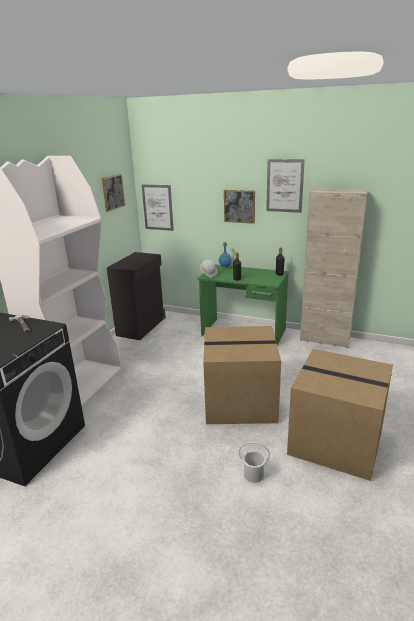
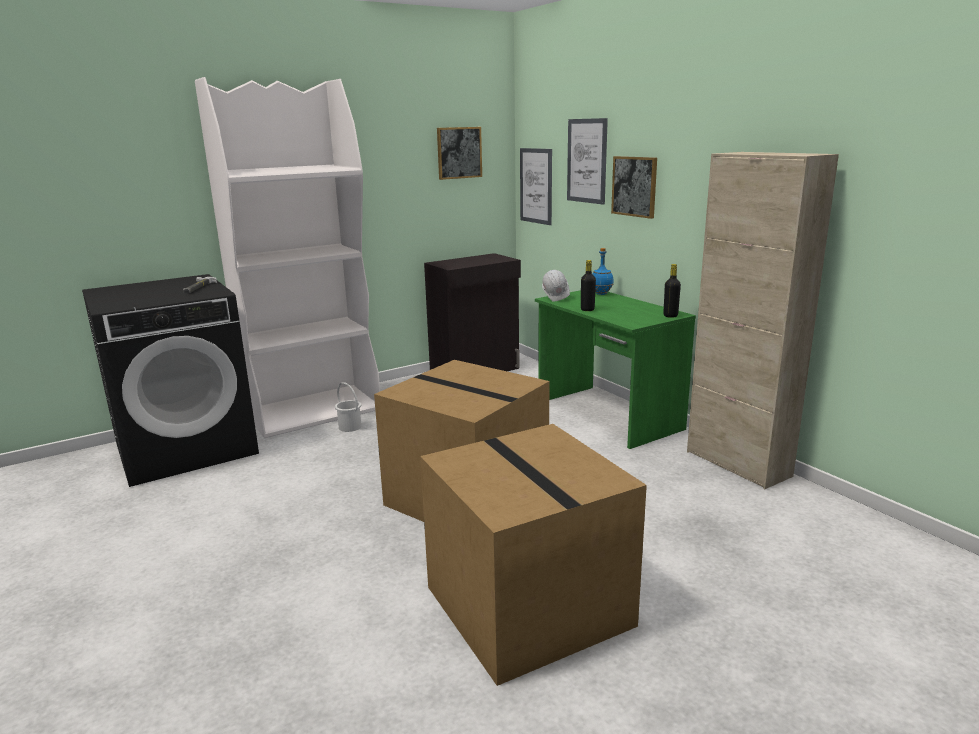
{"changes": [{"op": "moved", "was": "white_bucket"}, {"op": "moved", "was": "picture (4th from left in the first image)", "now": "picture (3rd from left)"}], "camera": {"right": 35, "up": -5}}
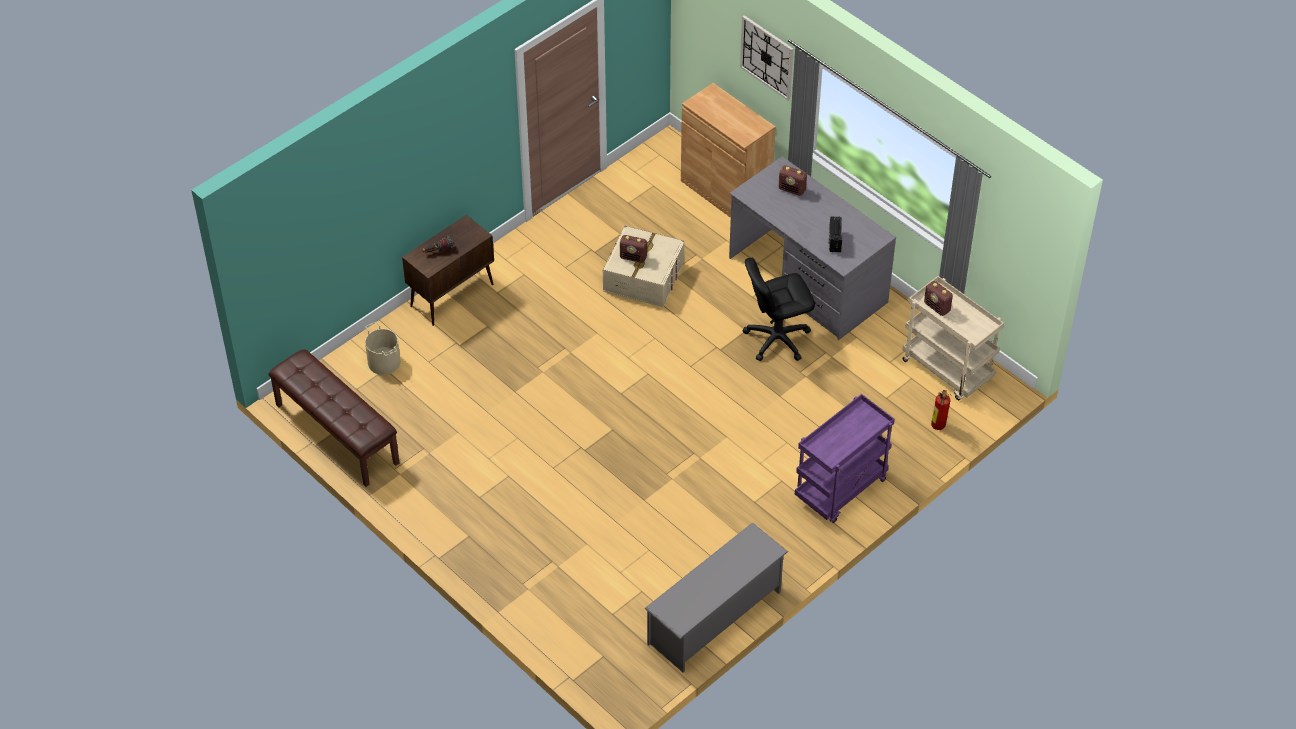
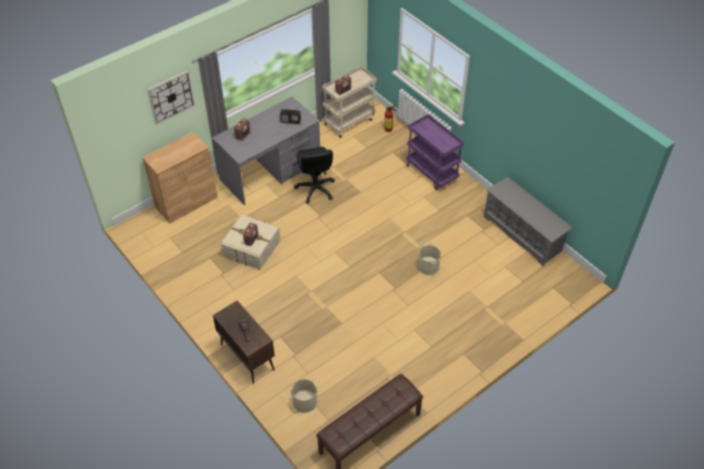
{"changes": [{"op": "added", "now": "beige_bucket (2nd from left)"}], "camera": {"right": -85, "up": 0}}
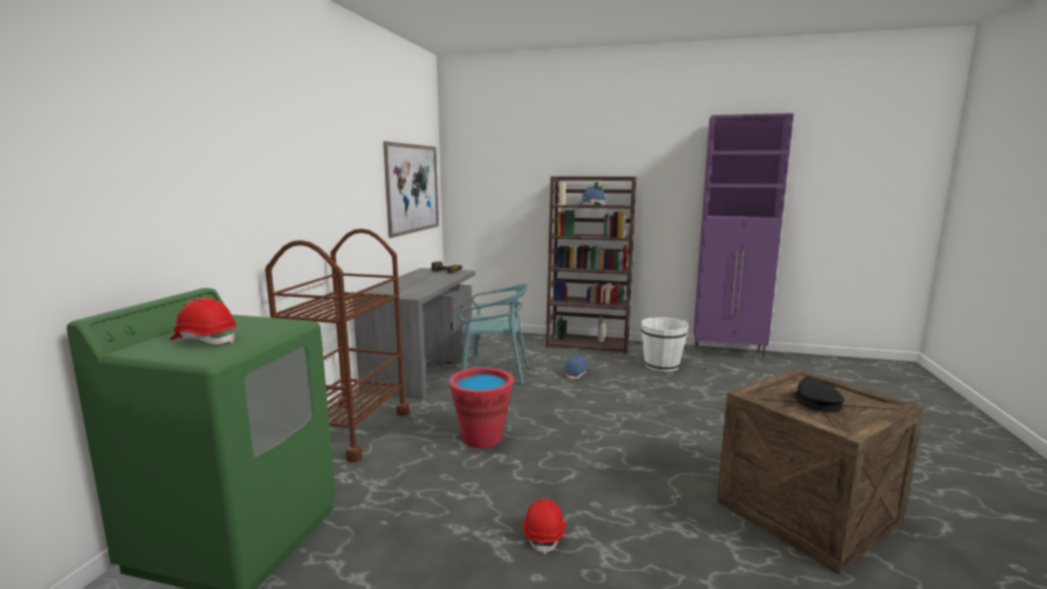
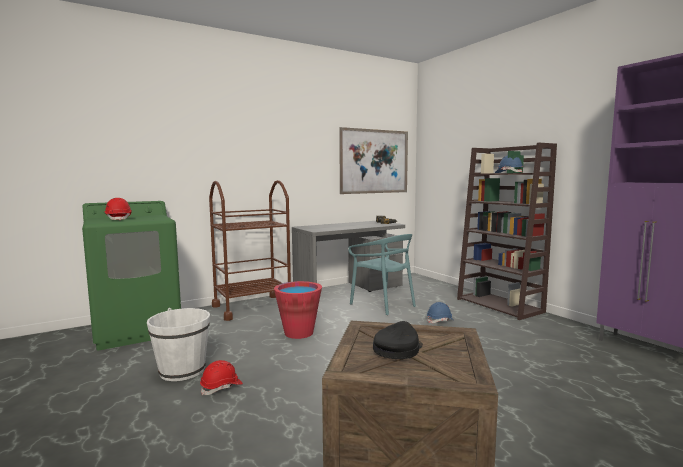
{"changes": [{"op": "moved", "was": "white_bucket"}], "camera": {"right": 45, "up": -5}}
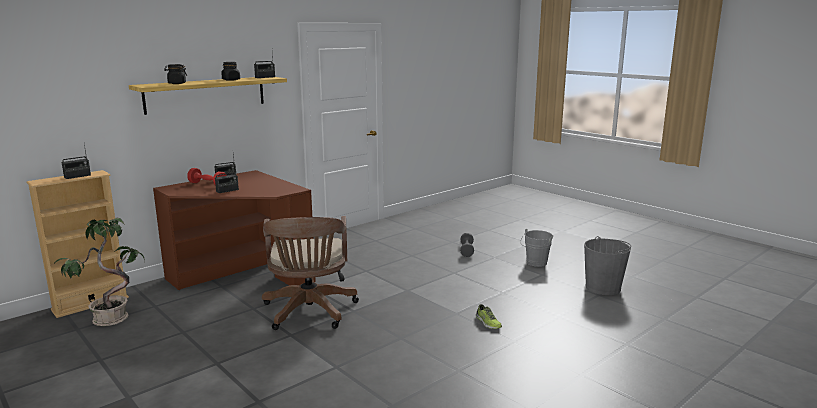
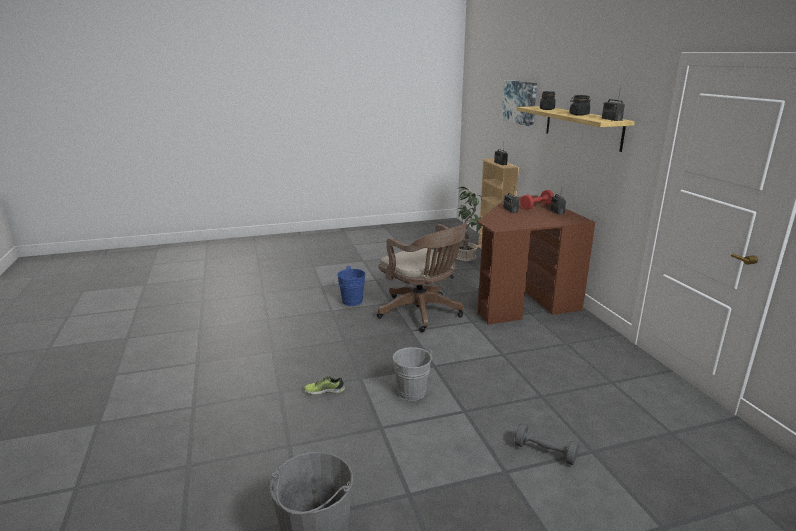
{"changes": [{"op": "turned", "was": "brown_office_chair", "clockwise": -150}, {"op": "moved", "was": "grey_bucket (1st from left in the first image)", "now": "grey_bucket (2nd from left)"}, {"op": "added", "now": "blue_bucket"}, {"op": "added", "now": "picture"}], "camera": {"right": 115, "up": 5}}
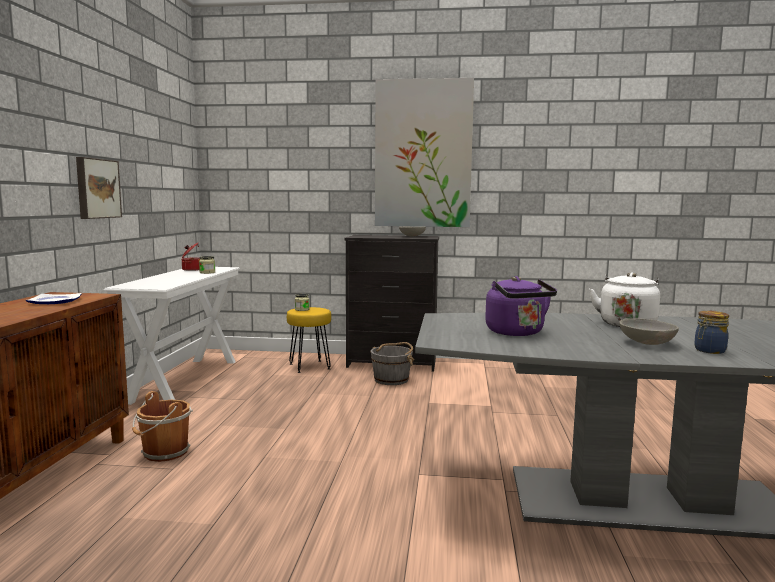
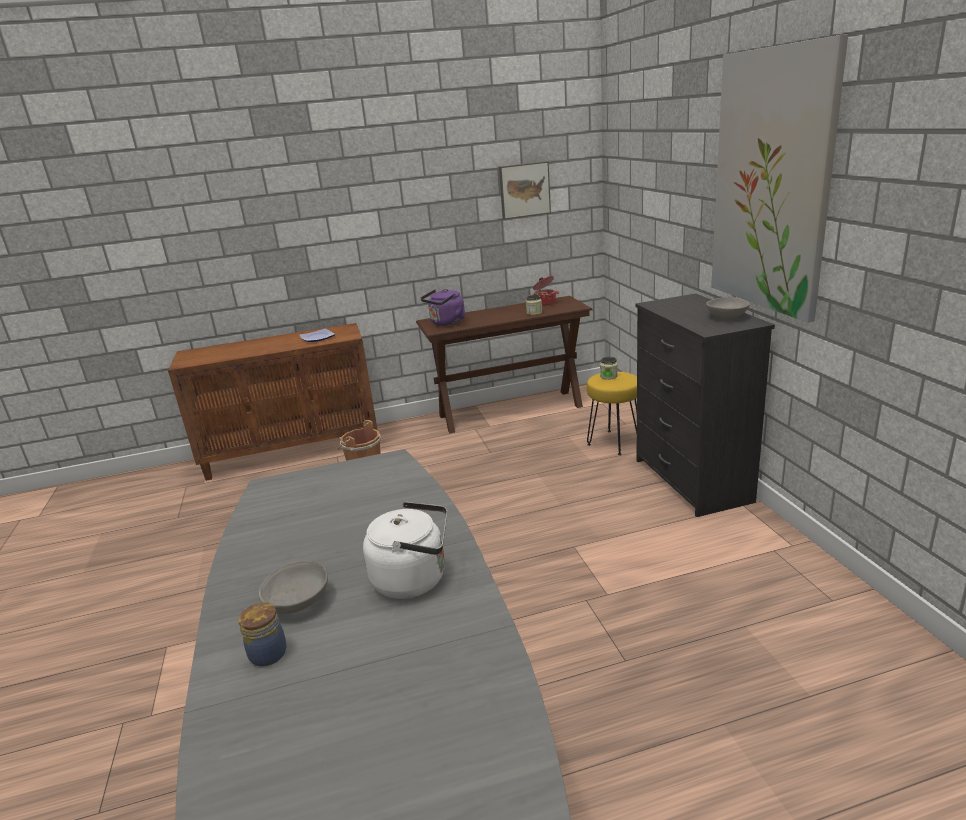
{"changes": [{"op": "moved", "was": "picture (1st from left)"}, {"op": "recoloured", "was": "white_console_table", "now": "brown_console_table"}, {"op": "removed", "was": "grey_bucket"}, {"op": "moved", "was": "purple_kettle"}], "camera": {"right": 70, "up": 15}}
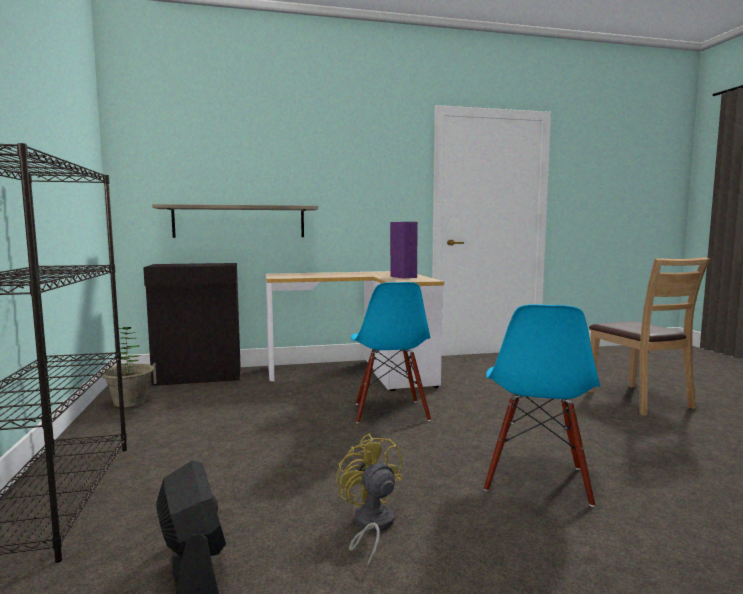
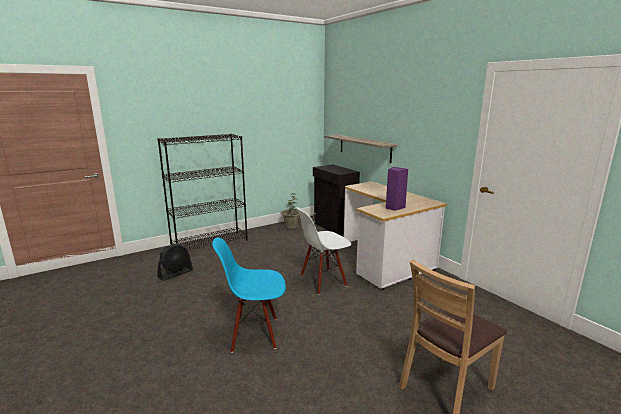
{"changes": [{"op": "removed", "was": "yellow_fan"}, {"op": "recoloured", "was": "blue_chair (1st from left)", "now": "white_chair"}], "camera": {"right": 70, "up": 10}}
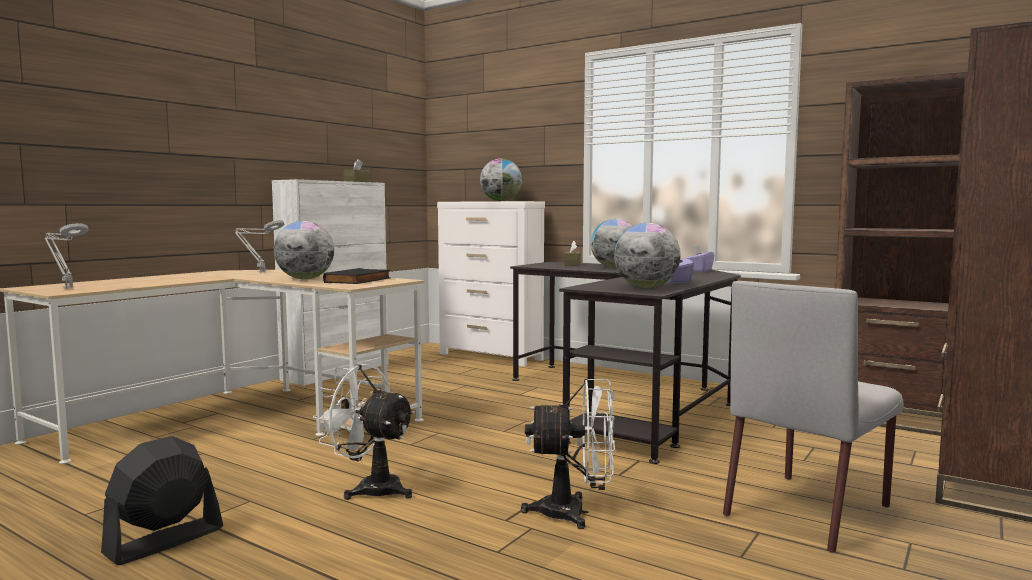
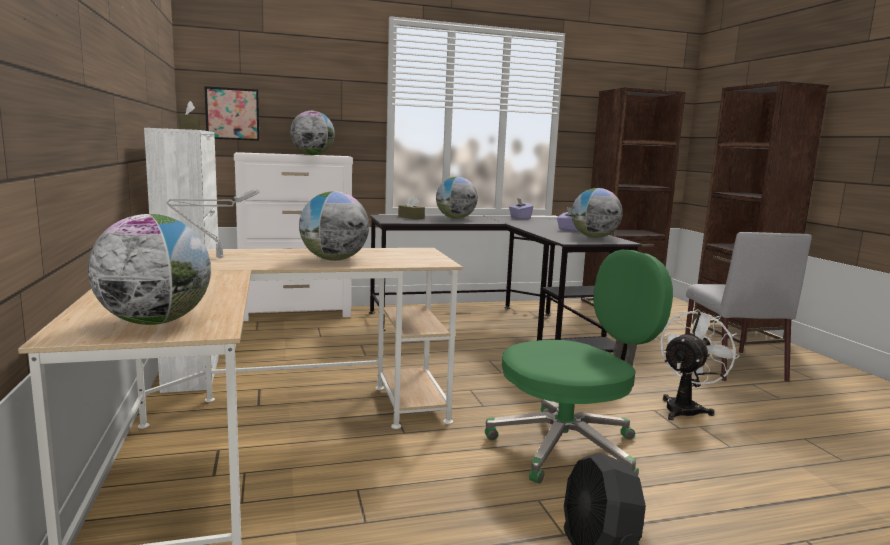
{"changes": [{"op": "replaced", "was": "grey_table_lamp (1st from left)", "now": "globe (1st from left)"}, {"op": "replaced", "was": "white_fan (1st from left)", "now": "green_office_chair"}, {"op": "removed", "was": "black_book"}, {"op": "added", "now": "picture"}], "camera": {"right": -50, "up": 5}}
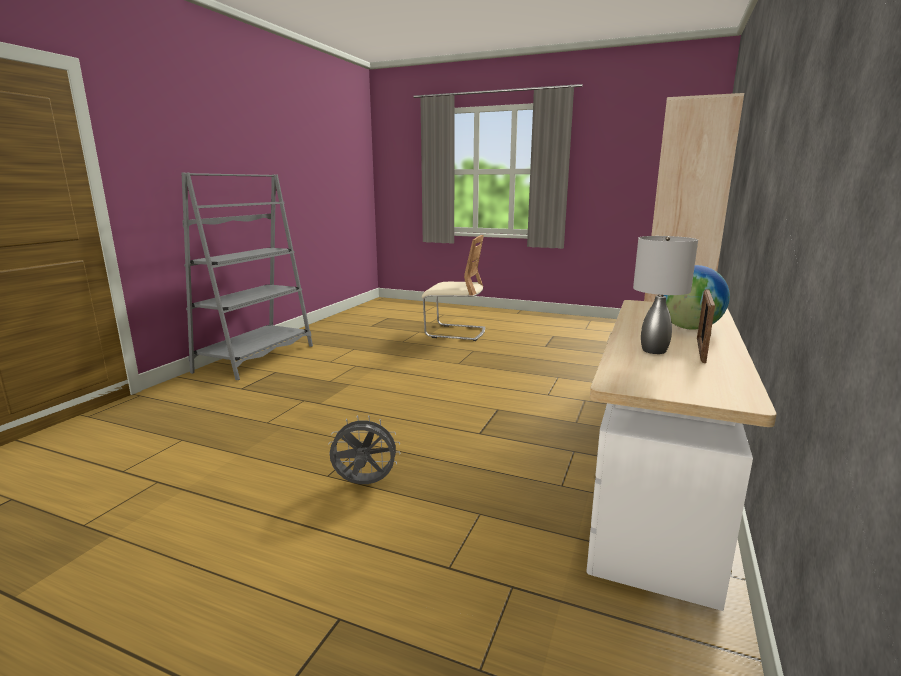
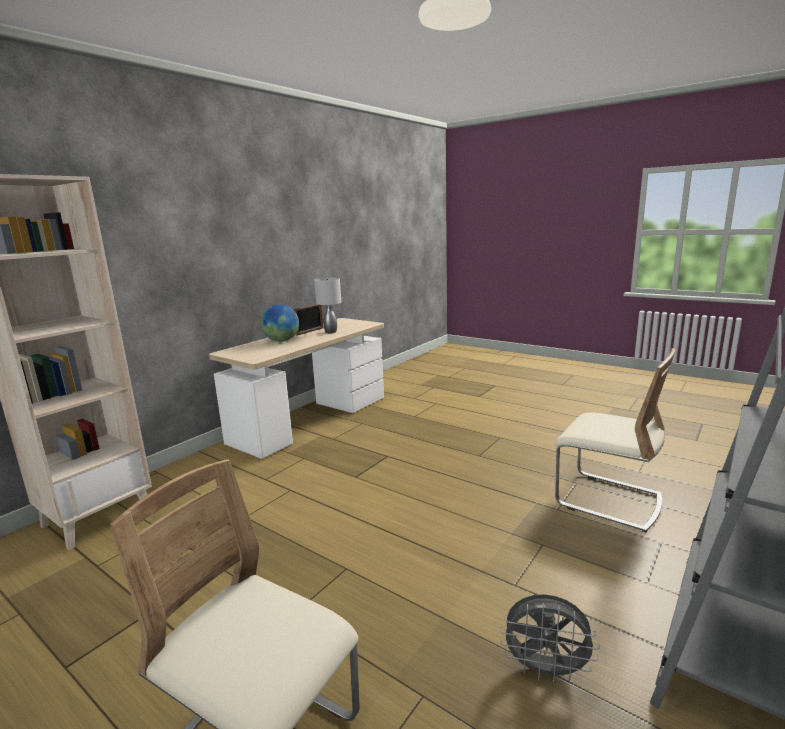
{"changes": [{"op": "moved", "was": "grey_fan"}, {"op": "added", "now": "beige_chair (2nd from left)"}], "camera": {"right": -165, "up": 0}}
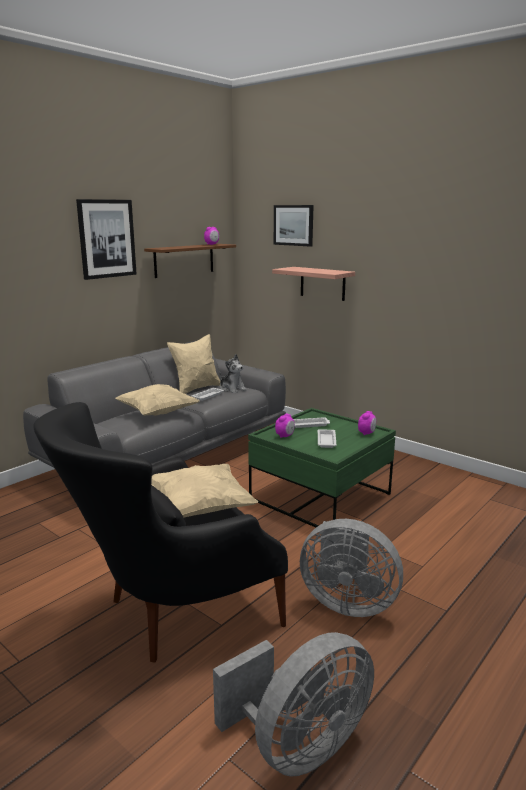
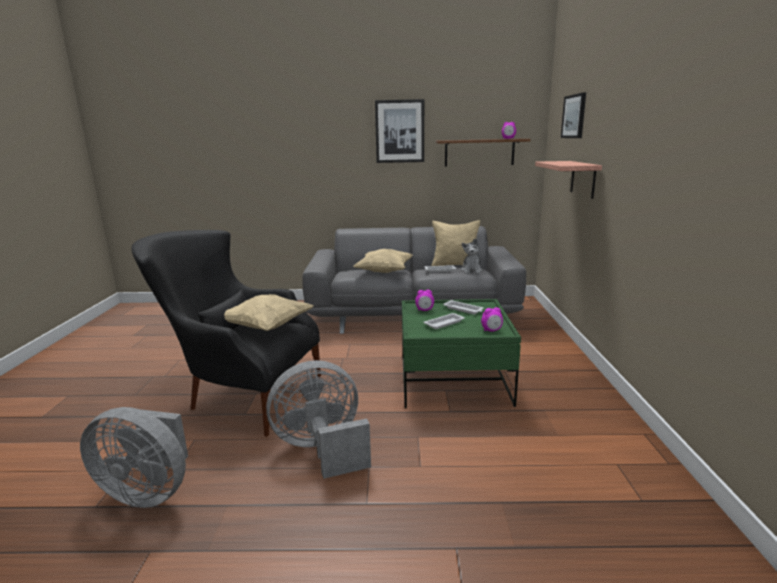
{"changes": [{"op": "turned", "was": "grey_fan (2nd from left)", "clockwise": 90}], "camera": {"right": 50, "up": 0}}
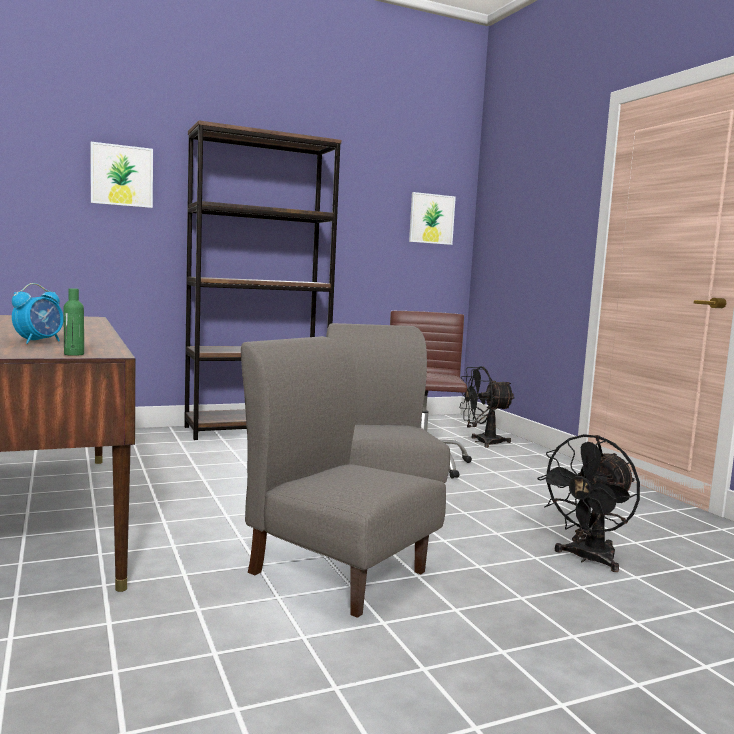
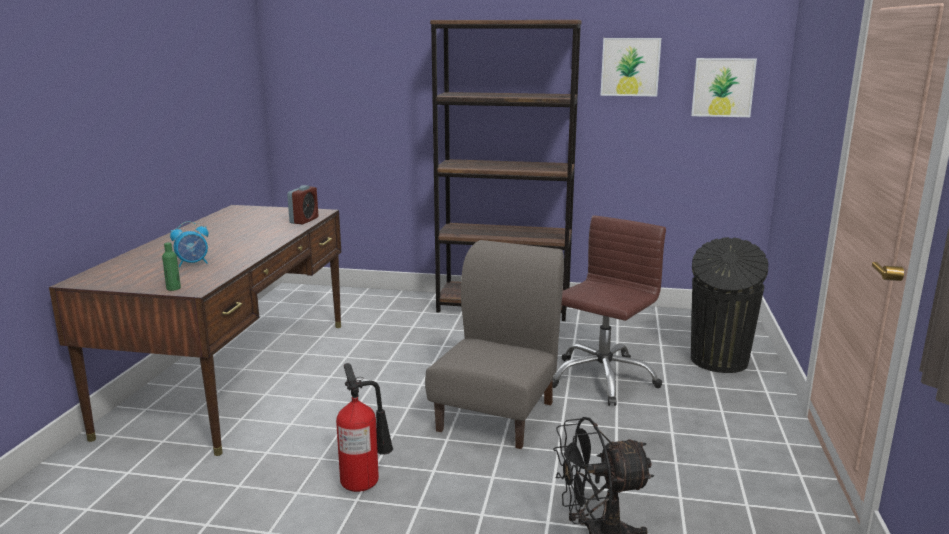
{"changes": [{"op": "moved", "was": "picture (1st from left)"}, {"op": "replaced", "was": "grey_chair (1st from left)", "now": "fire_extinguisher"}, {"op": "replaced", "was": "black_fan (1st from left)", "now": "black_trash_can"}, {"op": "added", "now": "alarm_clock (2nd from left)"}], "camera": {"right": 35, "up": 10}}
